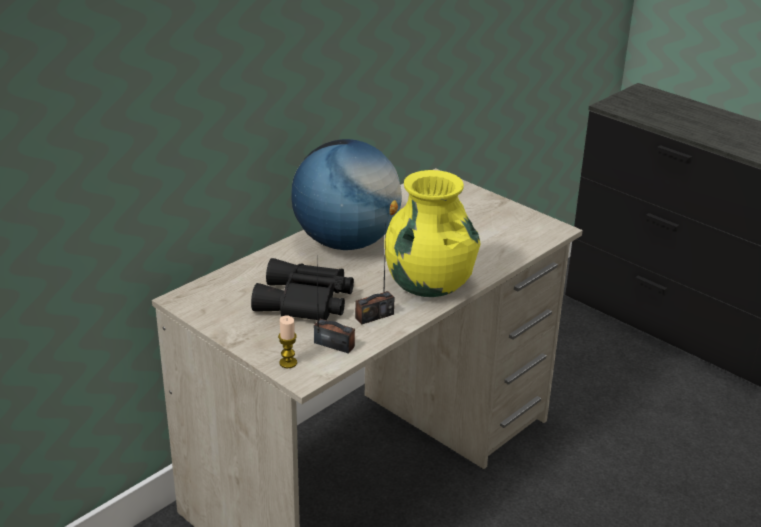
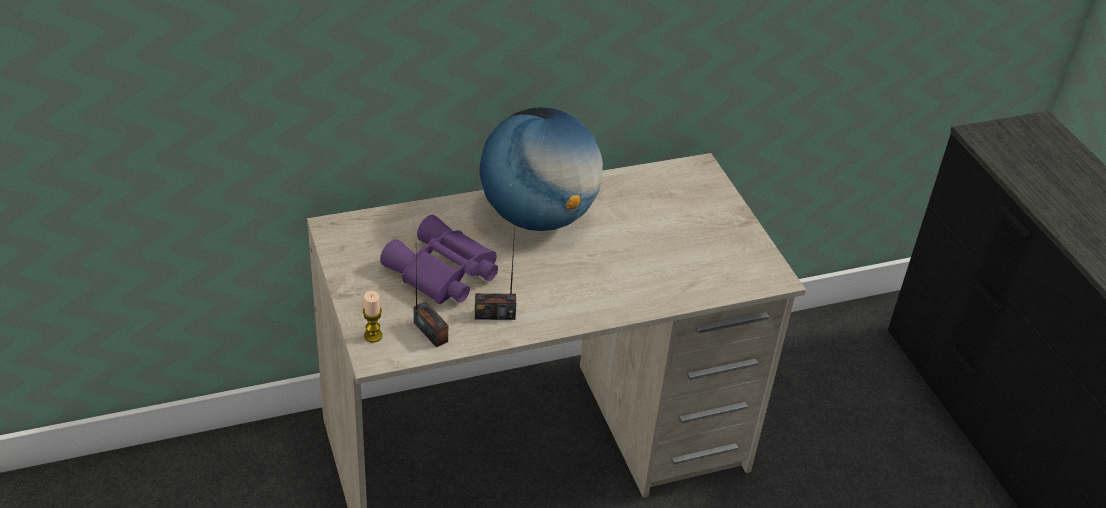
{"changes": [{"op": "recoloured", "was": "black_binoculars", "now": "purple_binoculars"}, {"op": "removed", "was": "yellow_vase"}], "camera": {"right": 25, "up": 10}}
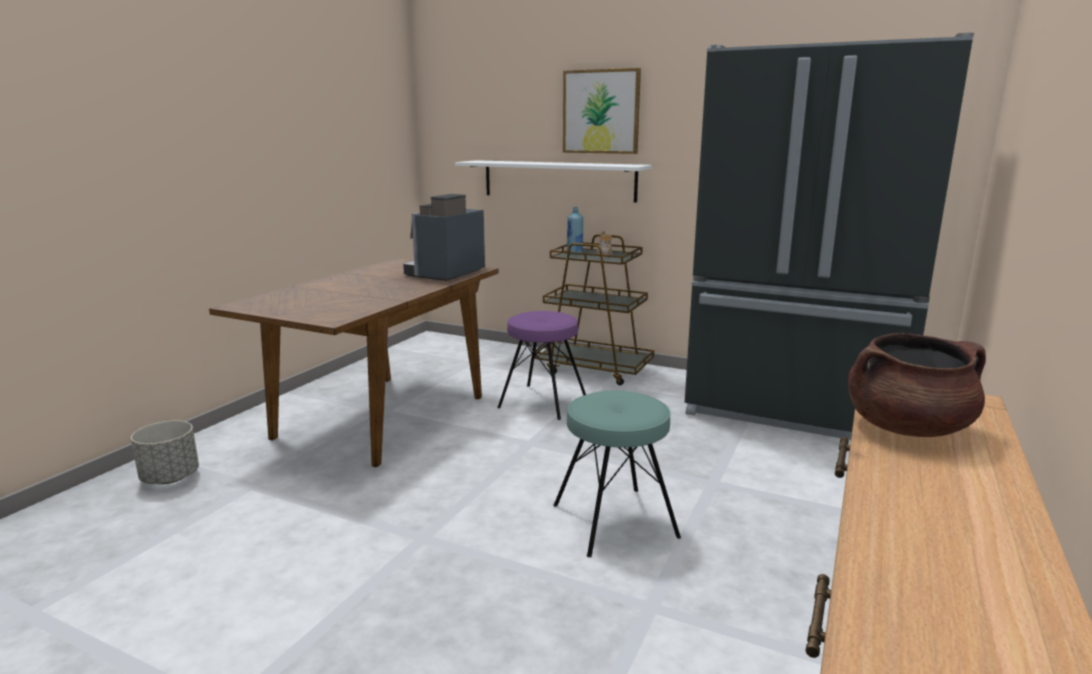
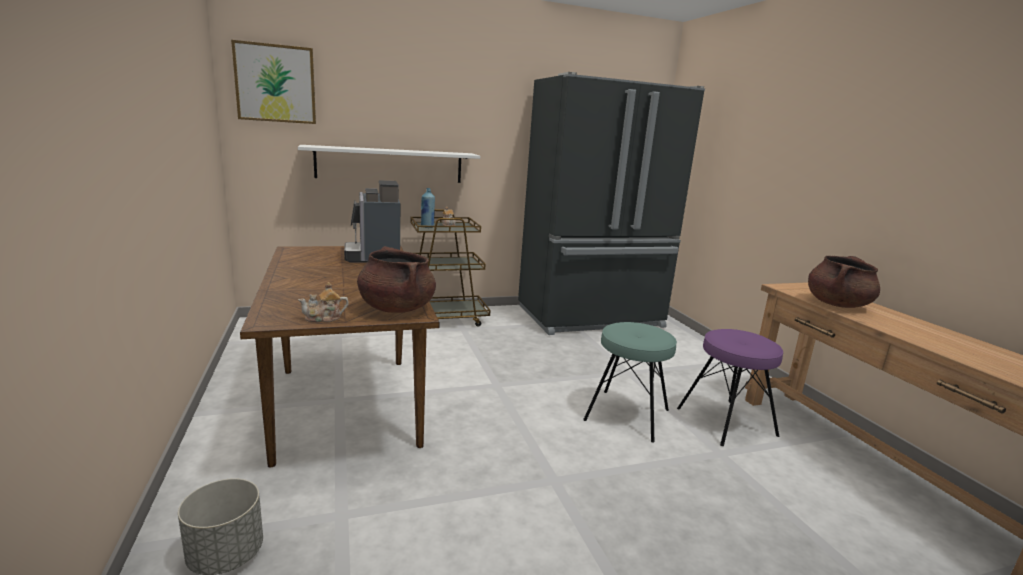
{"changes": [{"op": "moved", "was": "purple_stool"}, {"op": "moved", "was": "picture"}, {"op": "added", "now": "teapot (1st from left)"}, {"op": "added", "now": "brown_cooking_pot (1st from left)"}], "camera": {"right": -45, "up": 0}}
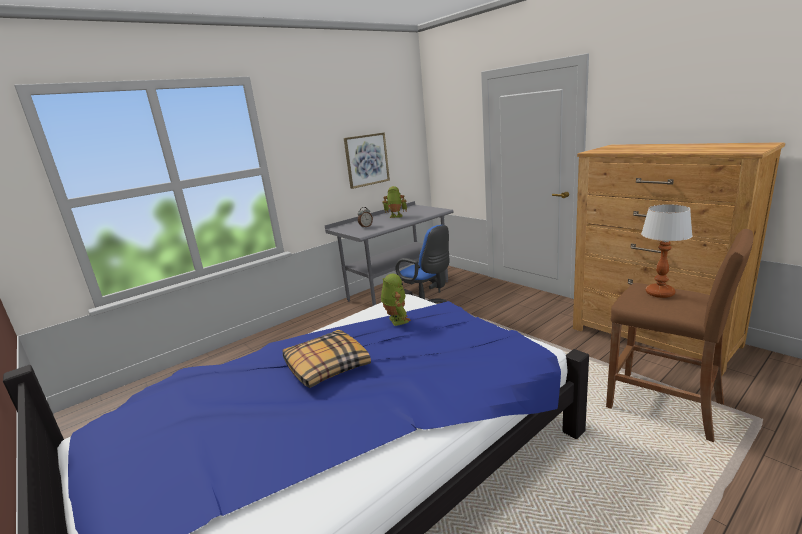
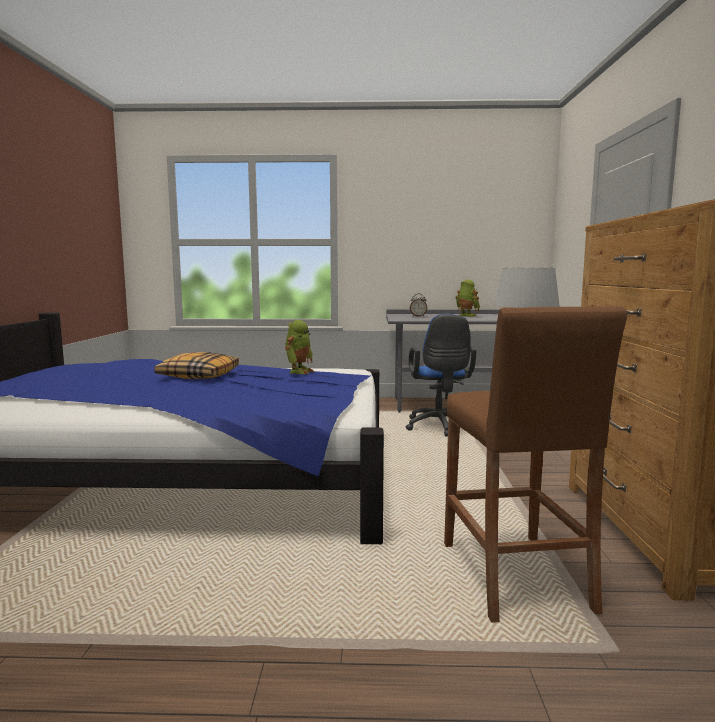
{"changes": [{"op": "removed", "was": "picture"}], "camera": {"right": 40, "up": -10}}
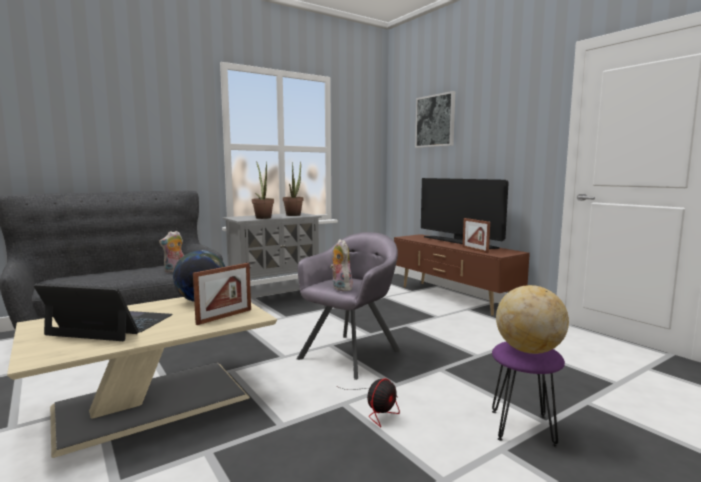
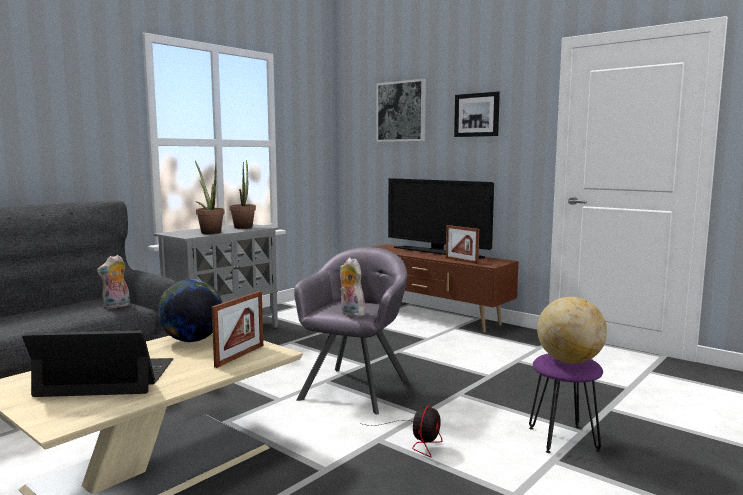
{"changes": [{"op": "added", "now": "picture (2nd from left)"}], "camera": {"right": -15, "up": 0}}
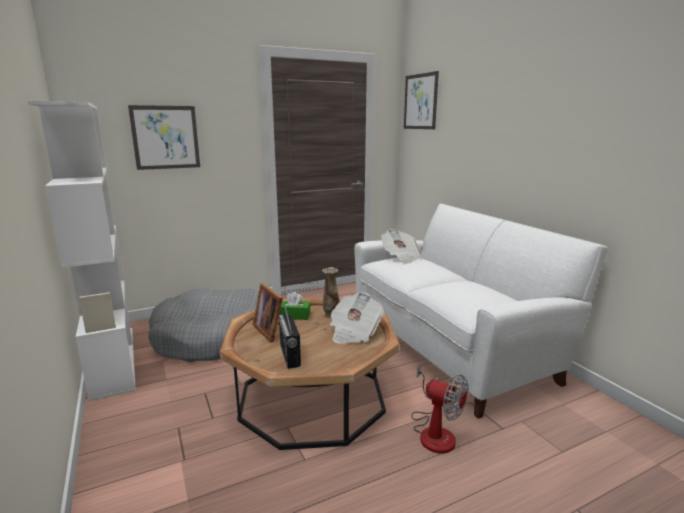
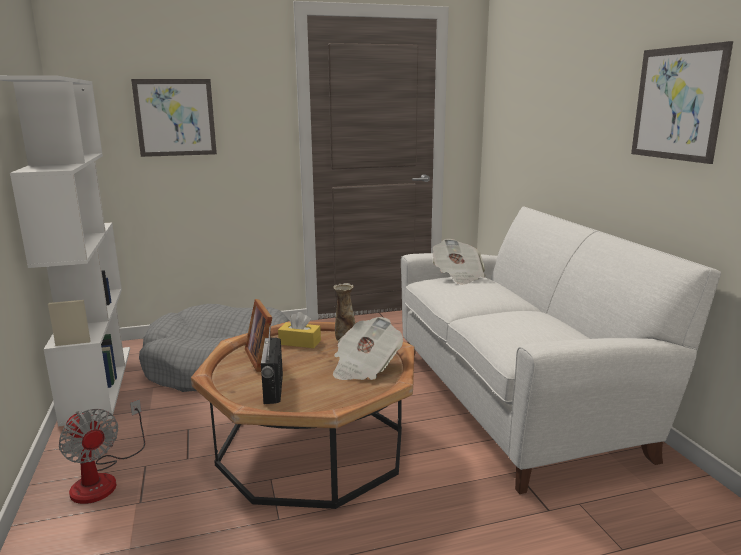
{"changes": [{"op": "recoloured", "was": "green_tissue_box", "now": "yellow_tissue_box"}, {"op": "moved", "was": "picture (2nd from left)"}, {"op": "moved", "was": "fan"}], "camera": {"right": 10, "up": 0}}
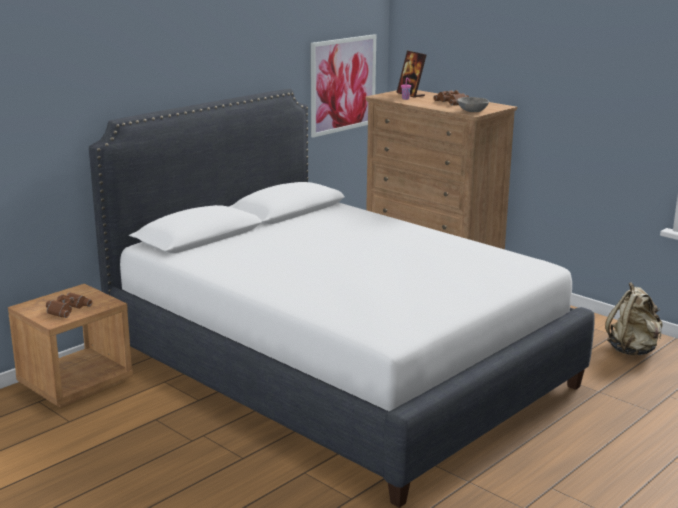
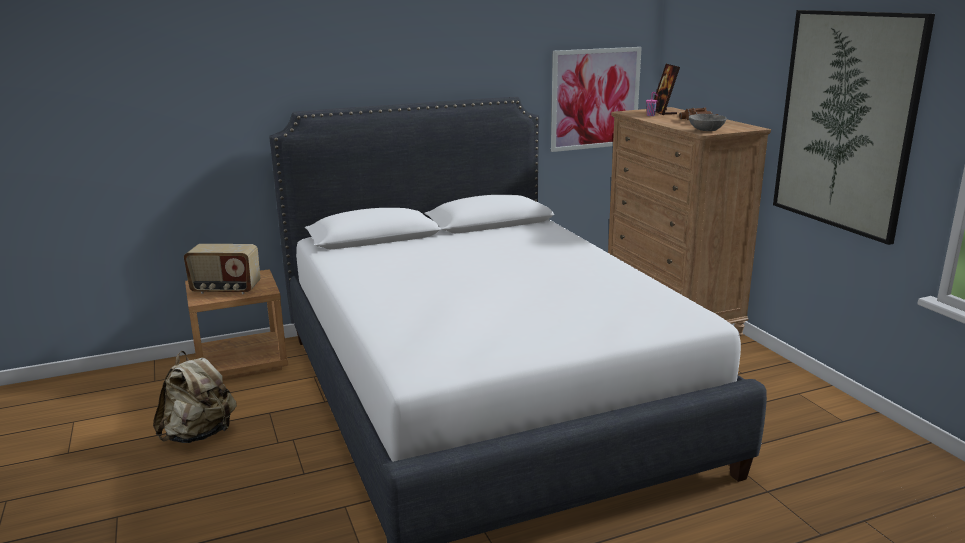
{"changes": [{"op": "replaced", "was": "brown_binoculars (1st from left)", "now": "radio"}, {"op": "moved", "was": "beige_backpack"}, {"op": "added", "now": "picture (2nd from left)"}], "camera": {"right": 25, "up": 0}}
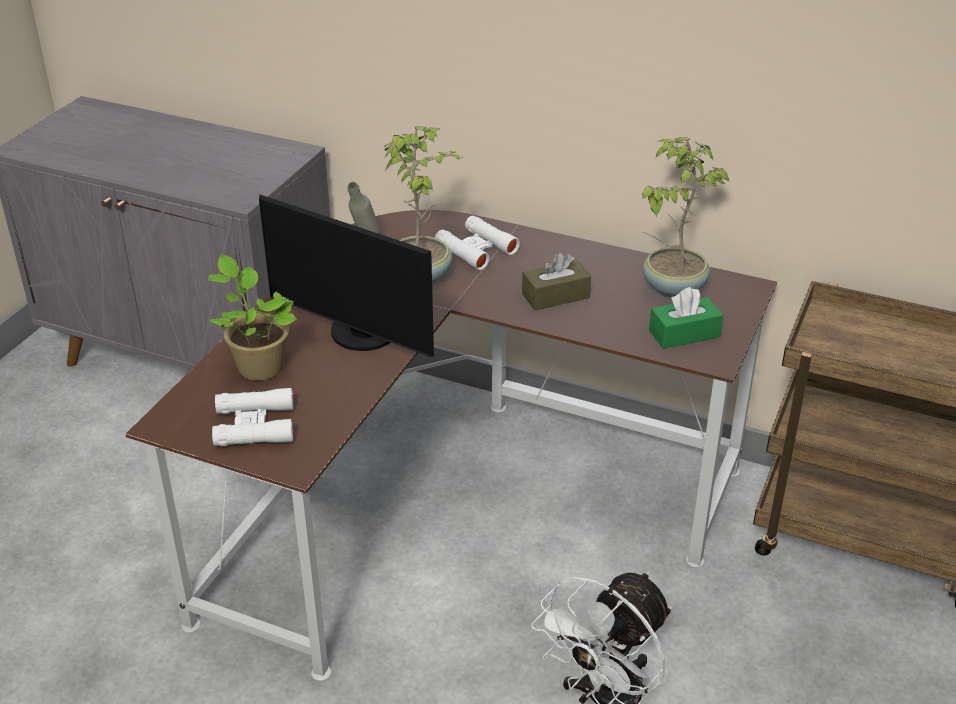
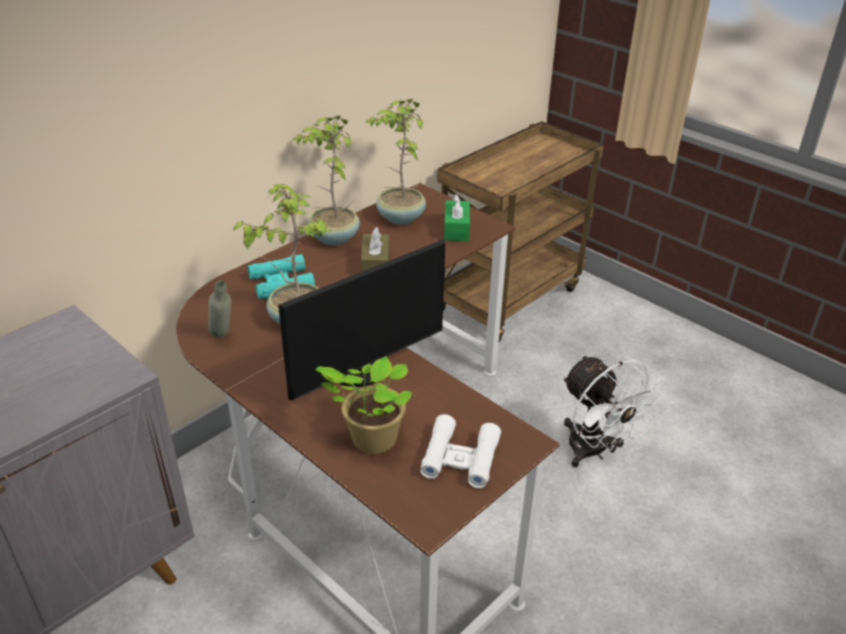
{"changes": [{"op": "recoloured", "was": "white_binoculars (2nd from left)", "now": "turquoise_binoculars"}, {"op": "added", "now": "potted_plant (2nd from left)"}], "camera": {"right": -70, "up": 0}}
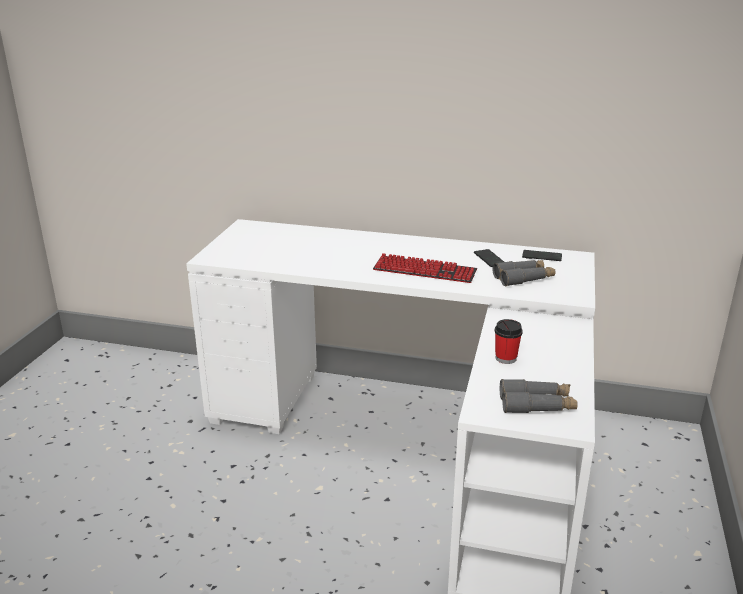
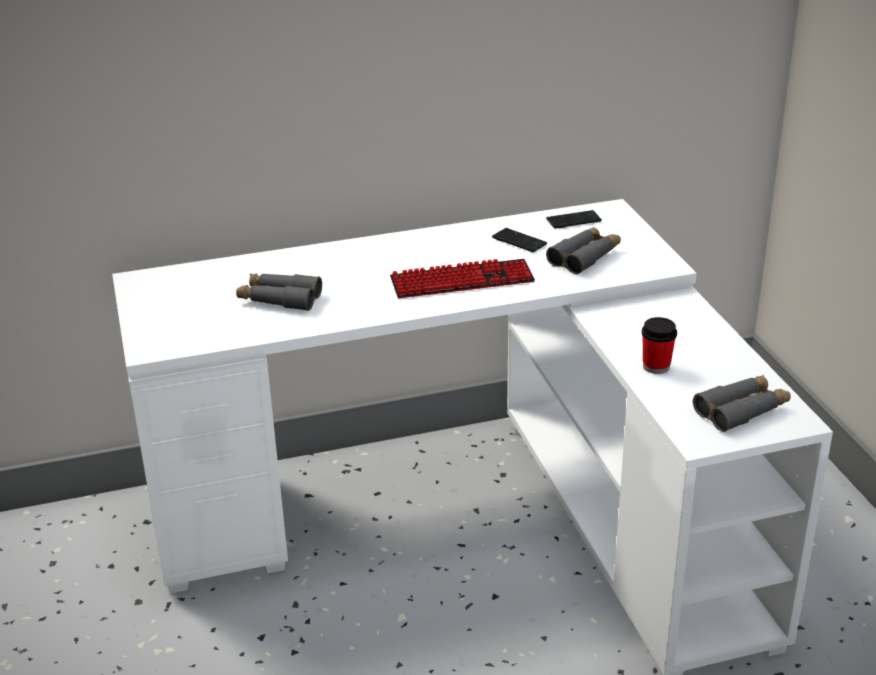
{"changes": [{"op": "added", "now": "grey_binoculars (1st from left)"}], "camera": {"right": -30, "up": 5}}
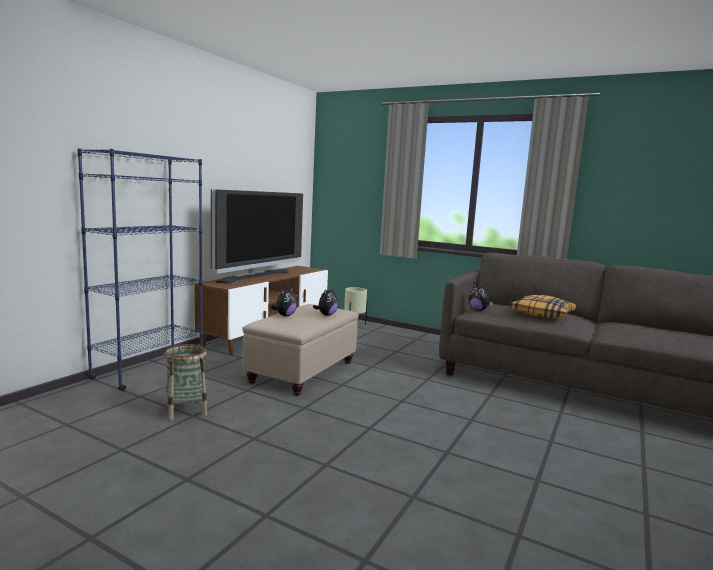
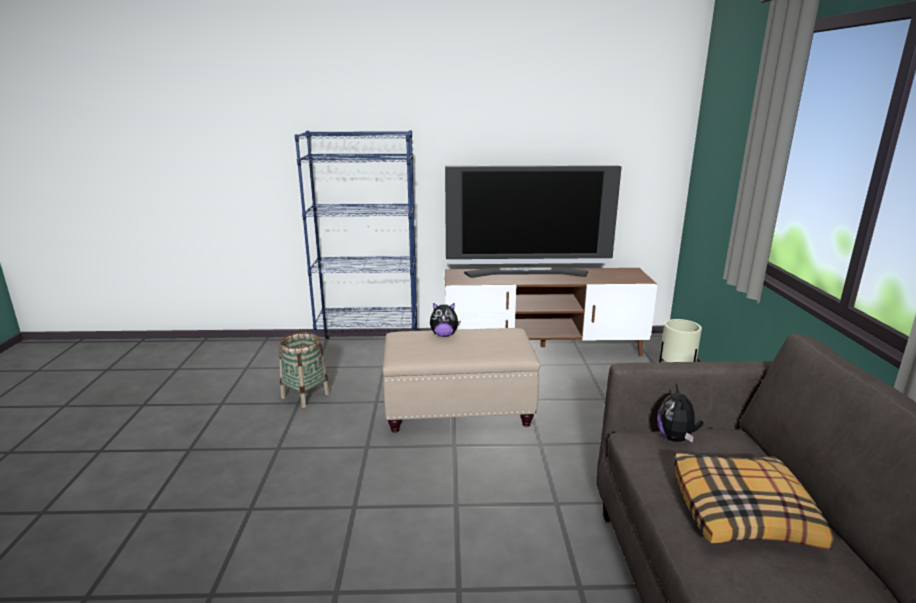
{"changes": [{"op": "removed", "was": "plush_toy (2nd from left)"}], "camera": {"right": 60, "up": 10}}
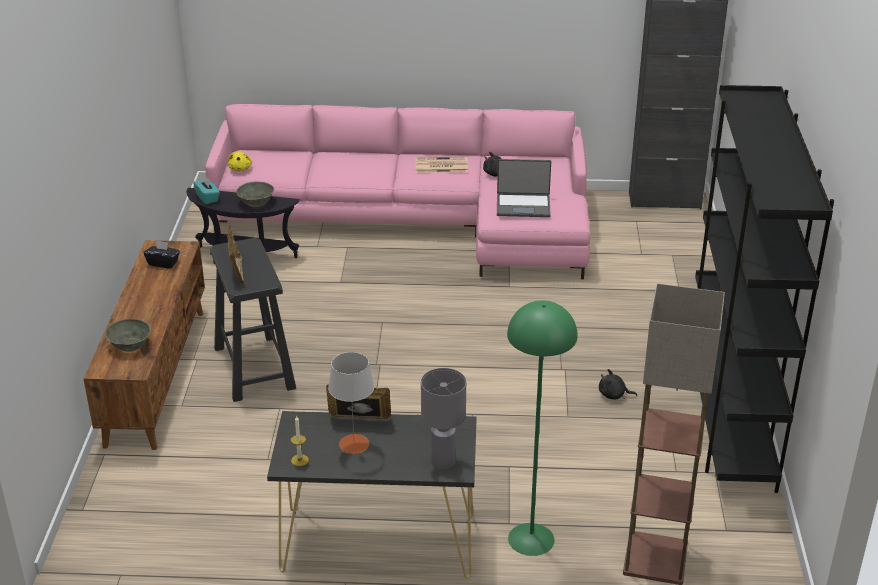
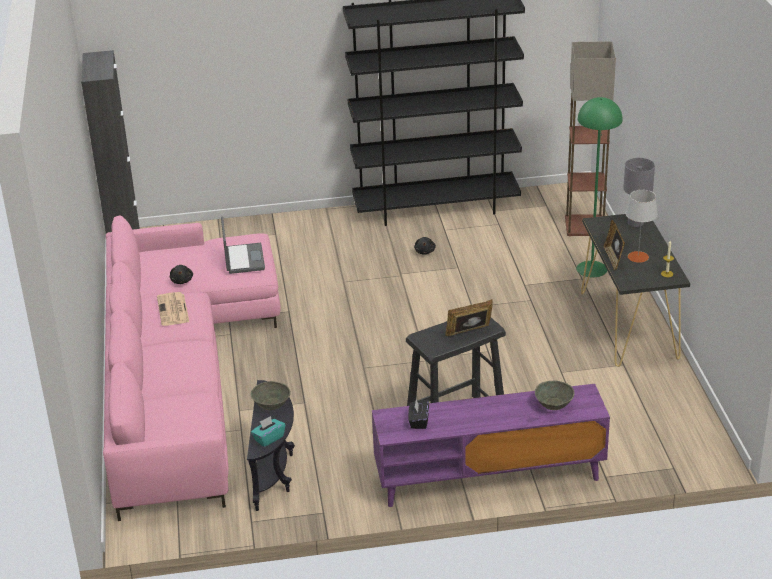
{"changes": [{"op": "recoloured", "was": "brown_tv_stand", "now": "purple_tv_stand"}, {"op": "removed", "was": "yellow_plush_toy"}], "camera": {"right": -100, "up": 0}}
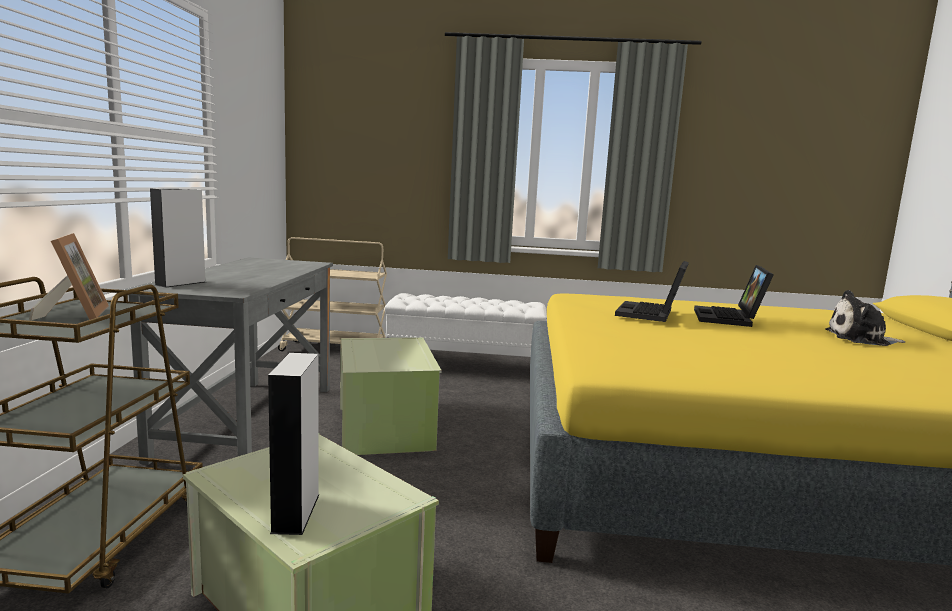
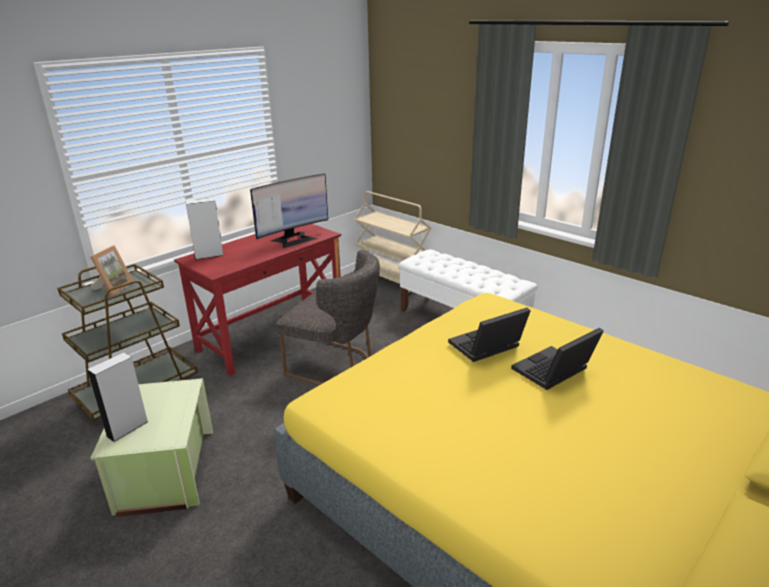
{"changes": [{"op": "recoloured", "was": "grey_desk", "now": "red_desk"}, {"op": "replaced", "was": "green_storage_box (2nd from left)", "now": "grey_chair"}, {"op": "removed", "was": "plush_toy"}, {"op": "added", "now": "monitor"}], "camera": {"right": 40, "up": 15}}
